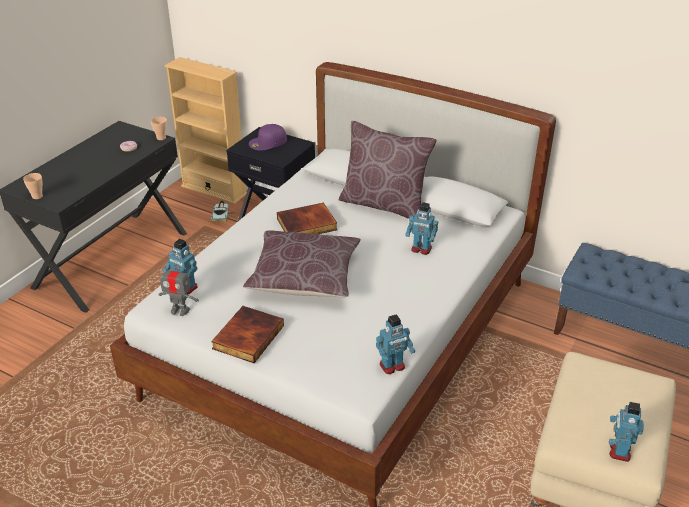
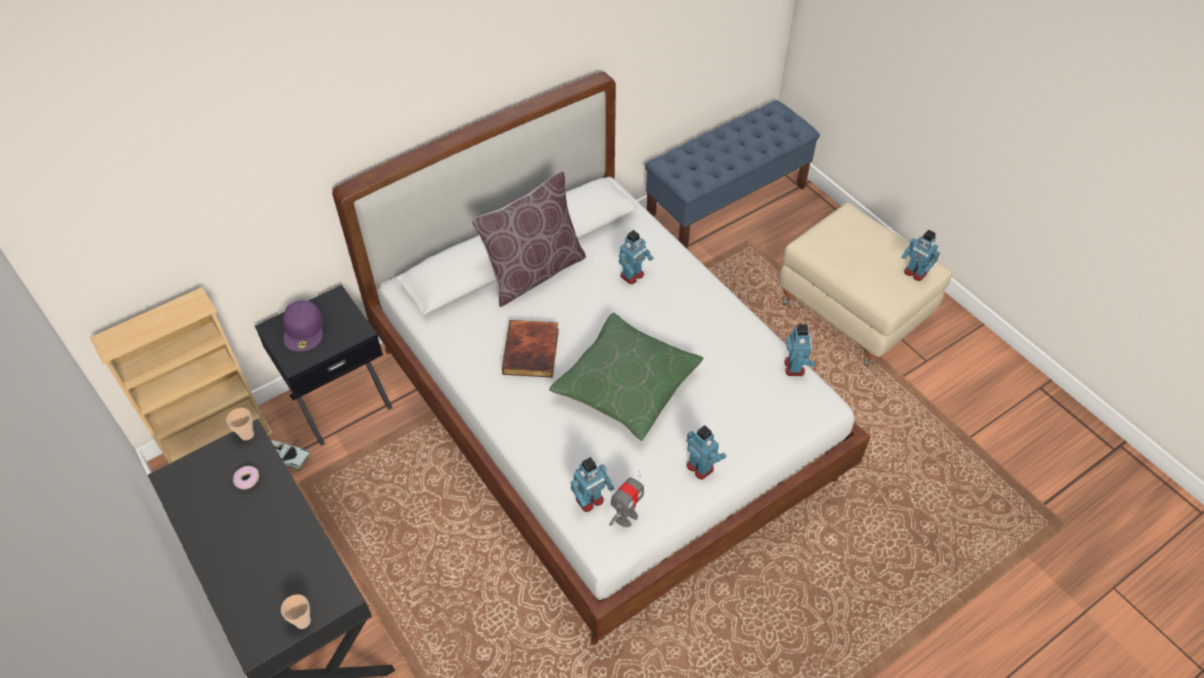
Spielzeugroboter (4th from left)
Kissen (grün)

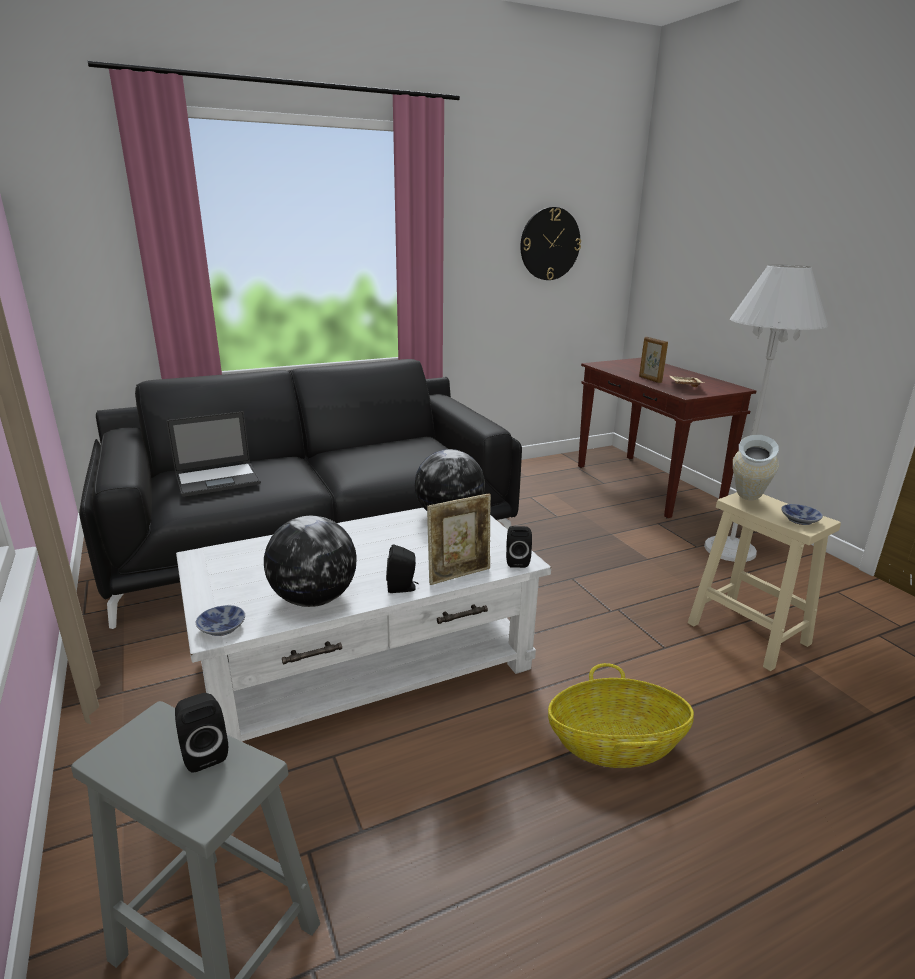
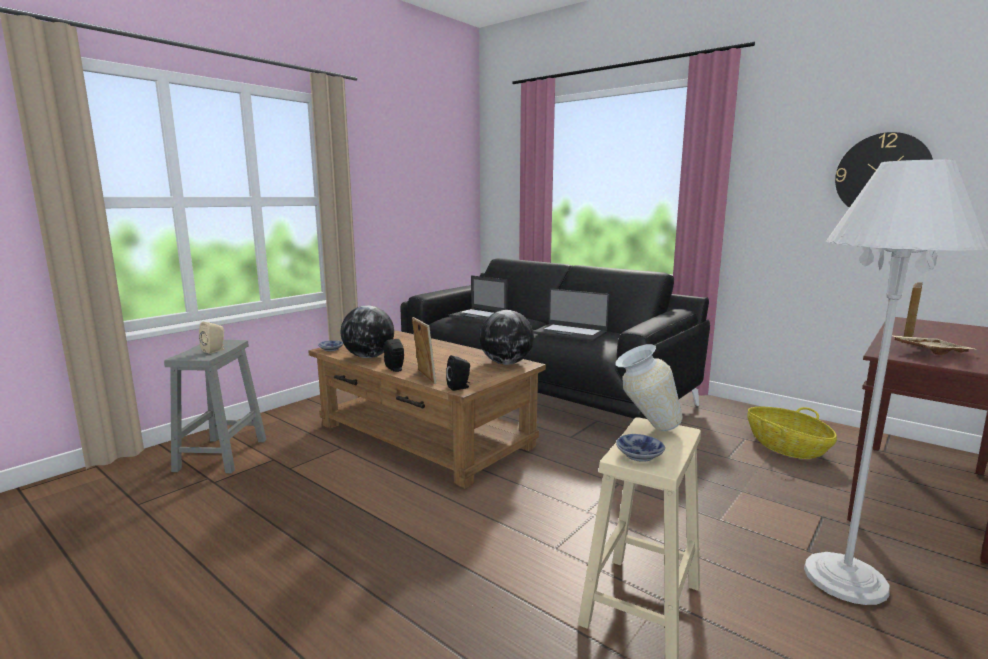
Laptop (2nd from left)
Korb
Lautsprecher (beige)
Couchtisch (braun)
Bilderrahmen (1st from left)

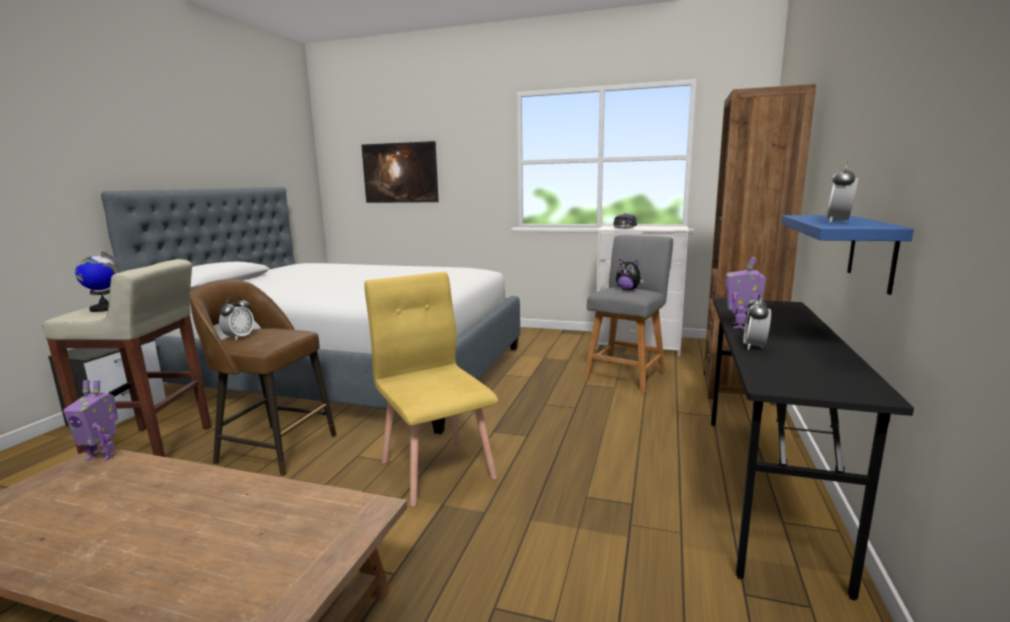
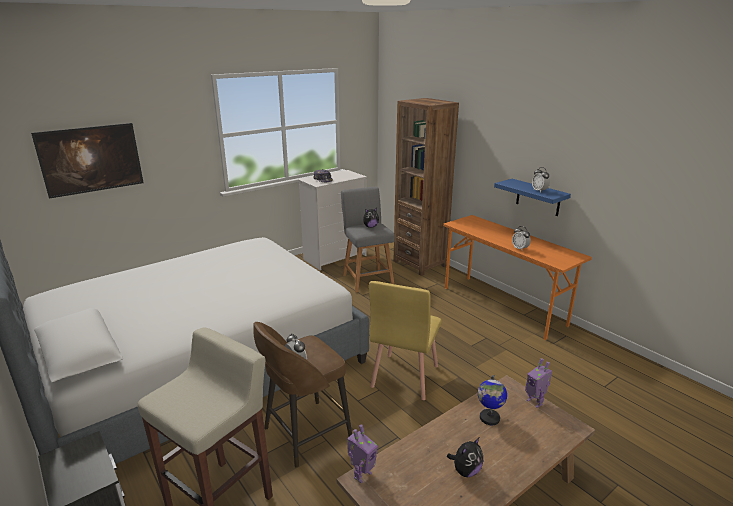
Plüschtier (2nd from left)
Globus
Spielzeugroboter (2nd from left)
Schreibtisch (orange)
Stuhl (gelb)

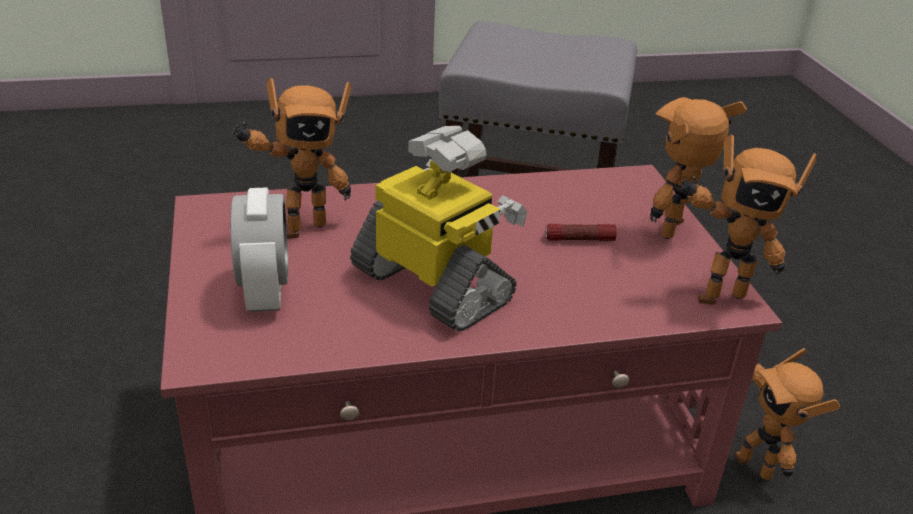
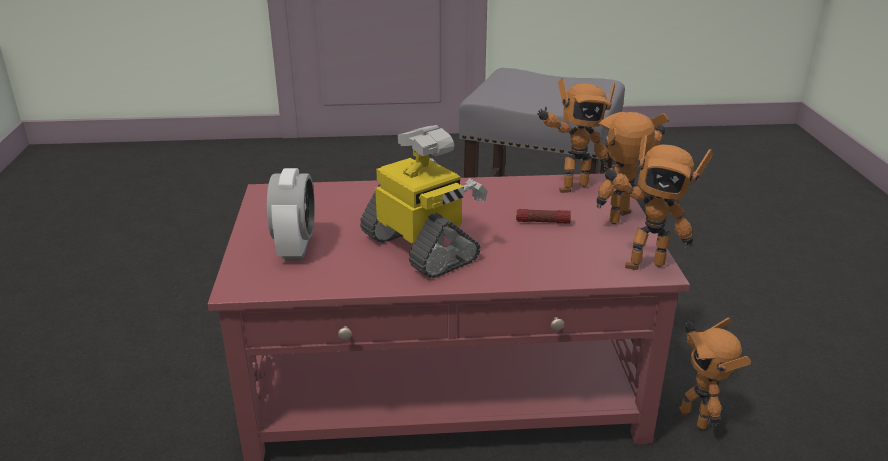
Spielzeugroboter (2nd from left)

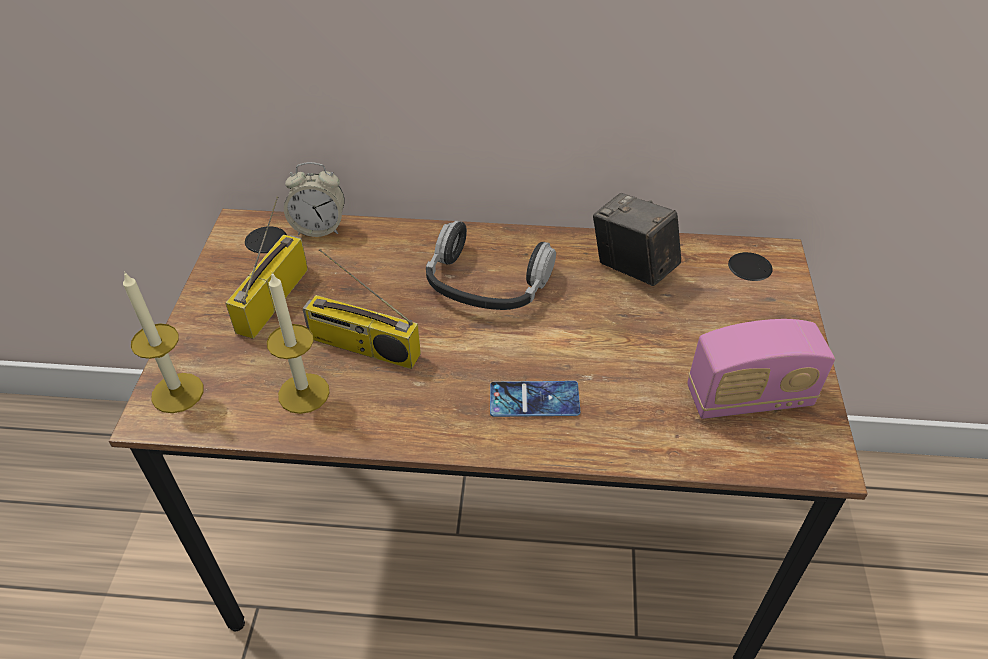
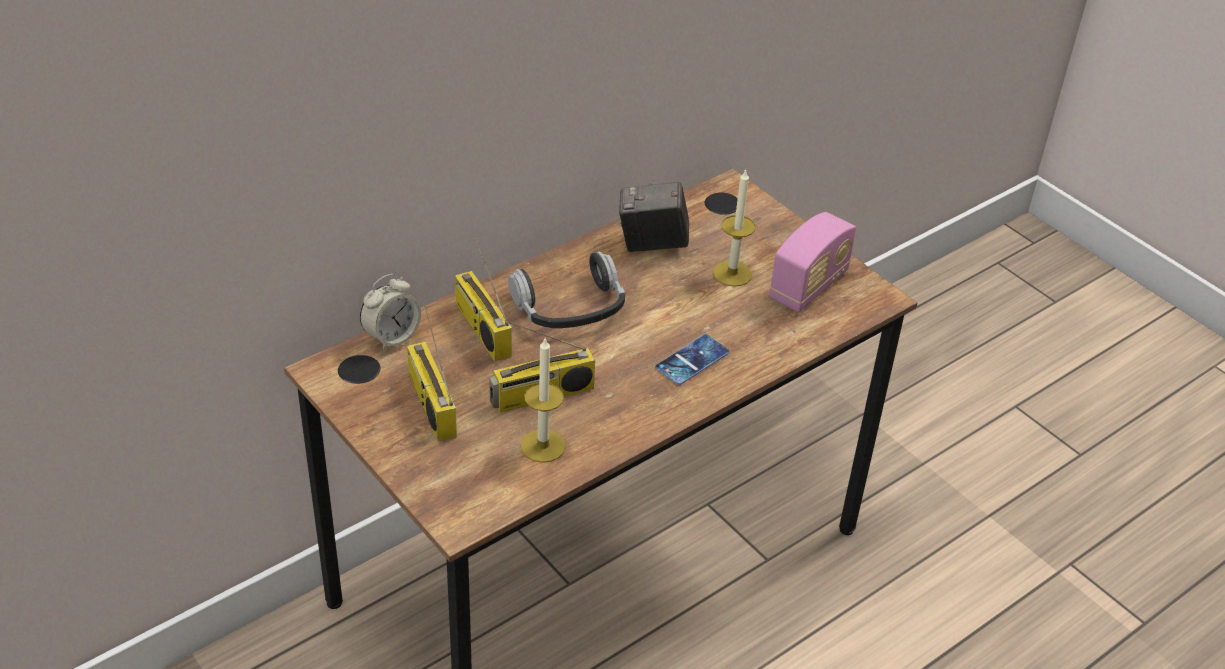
Radio (2nd from left)
Kerze (2nd from left)

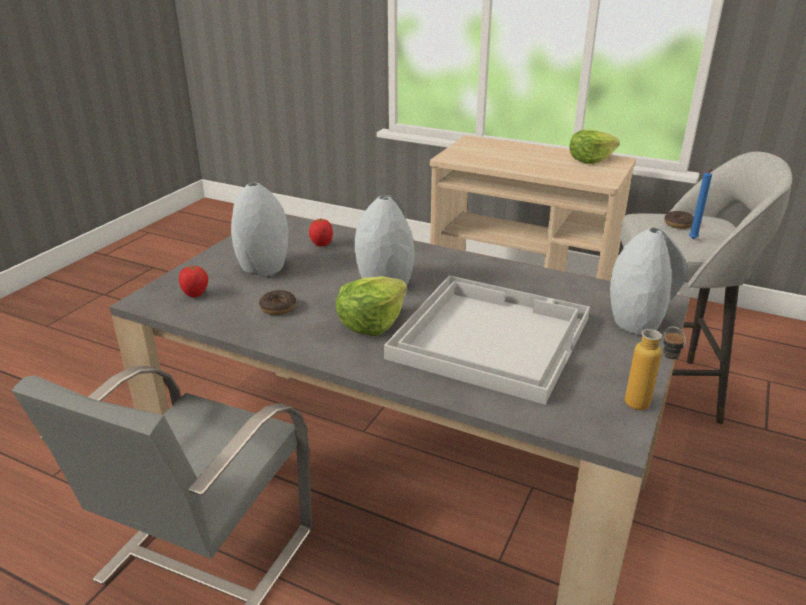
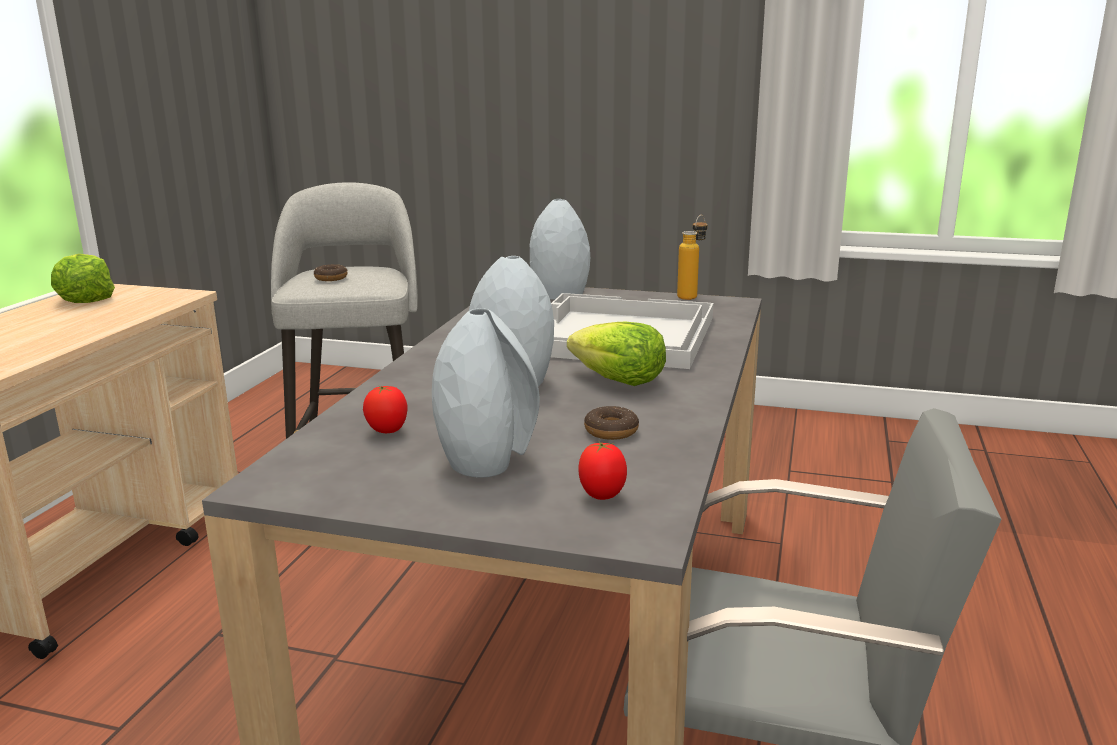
Kerze (blau)

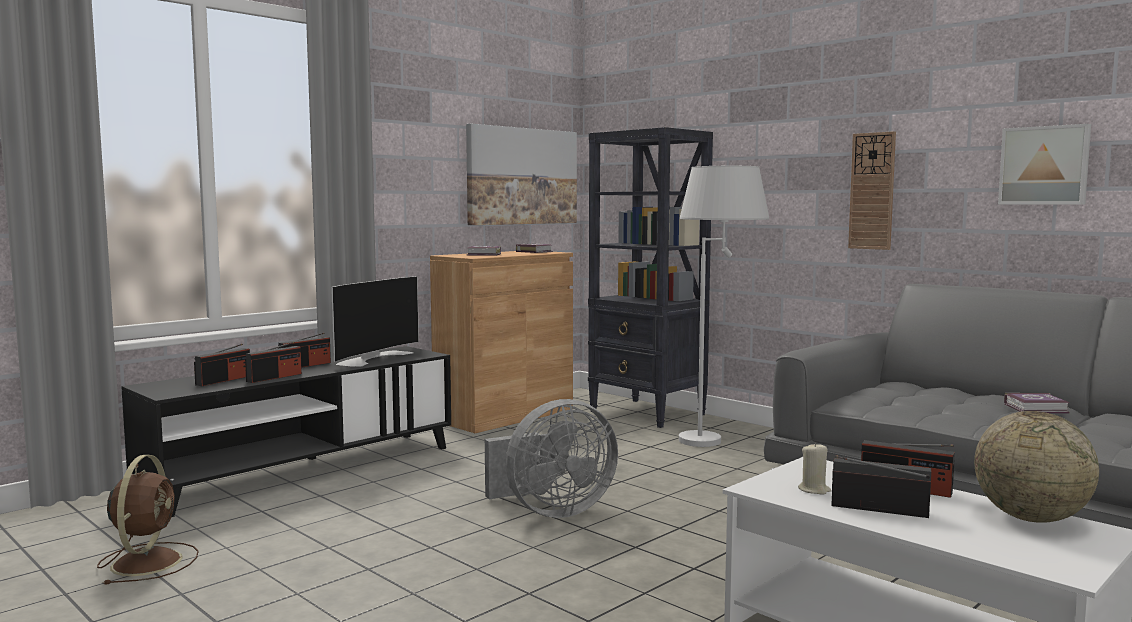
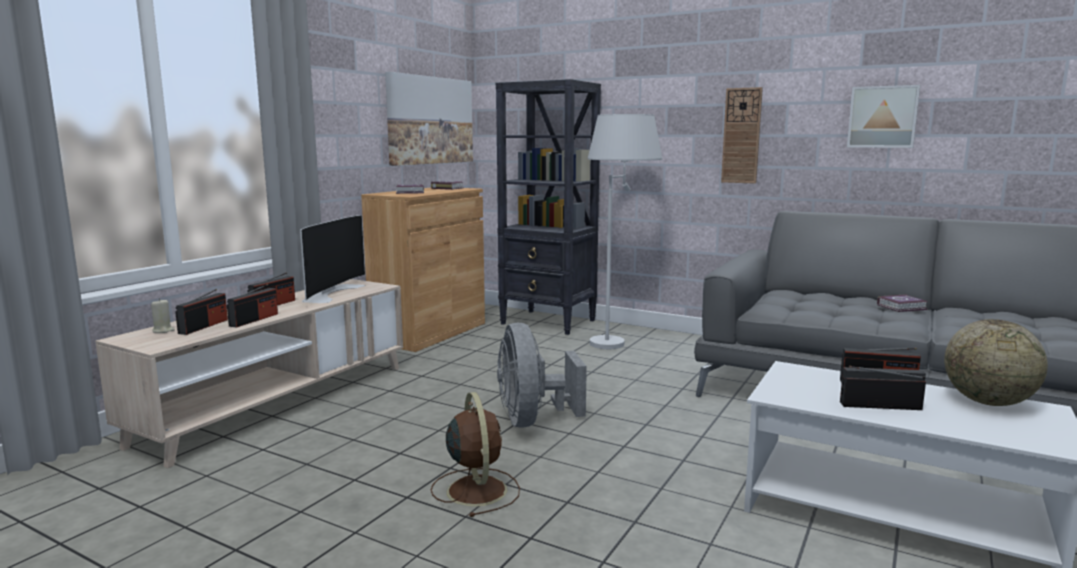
Ventilator (braun)
Kerze (beige)
Fernsehschrank (beige)
Ventilator (grau)

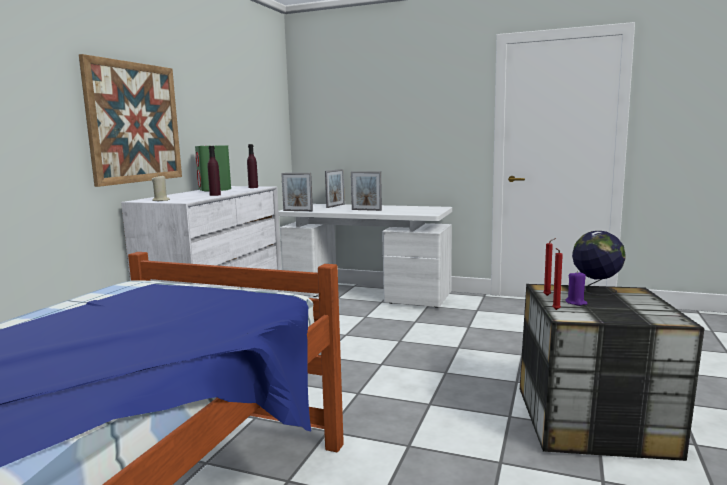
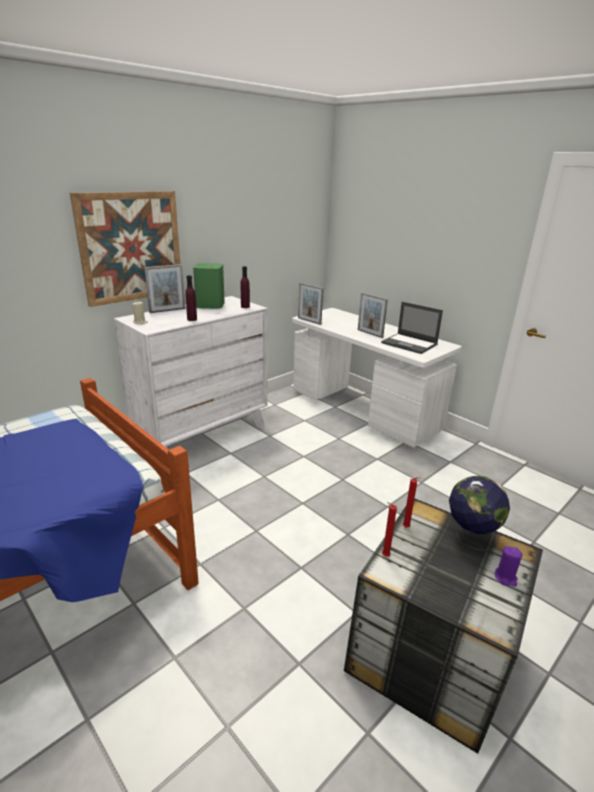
Laptop
Bilderrahmen (1st from left)
Kerze (lila)

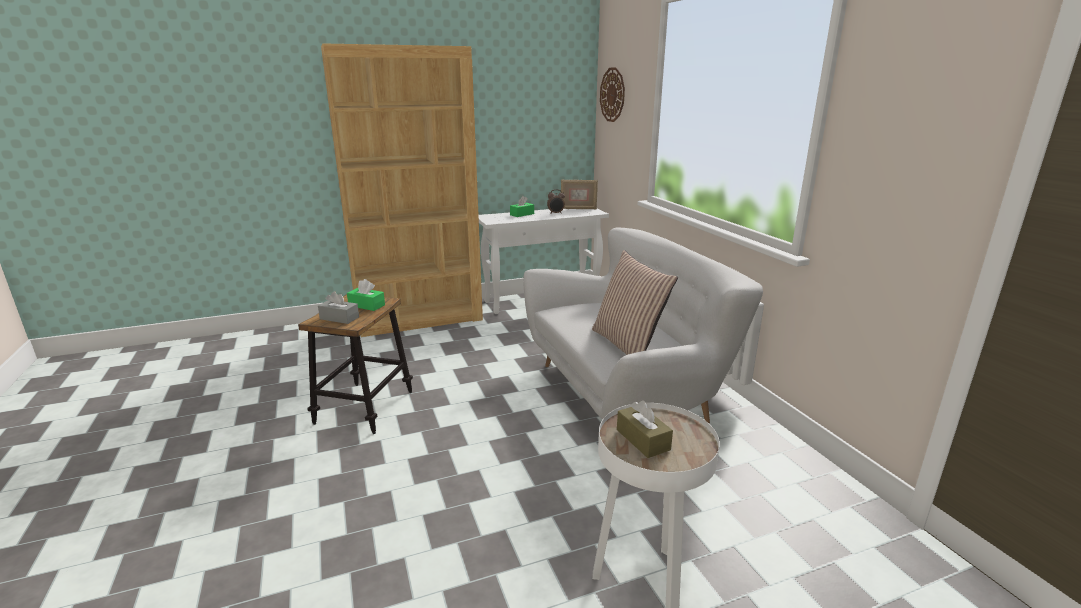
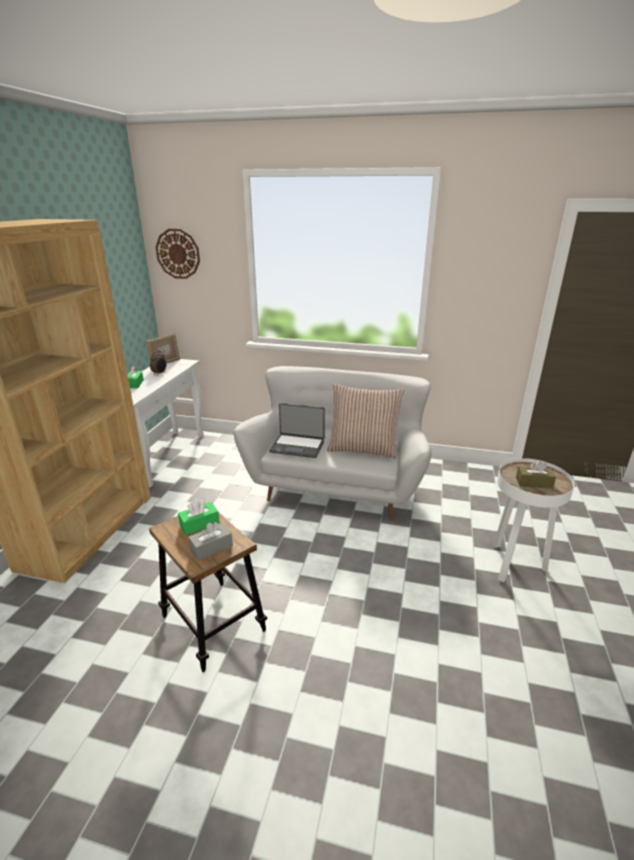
Laptop

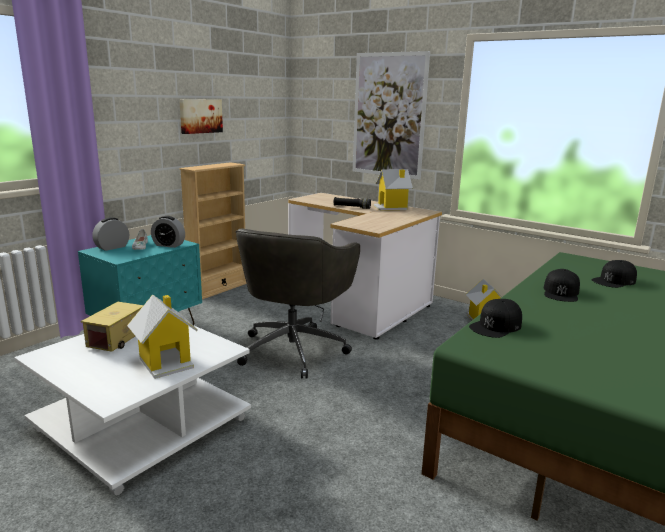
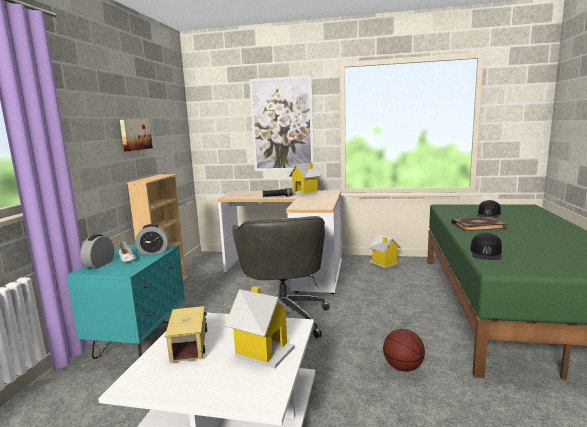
Basketball
Buch

